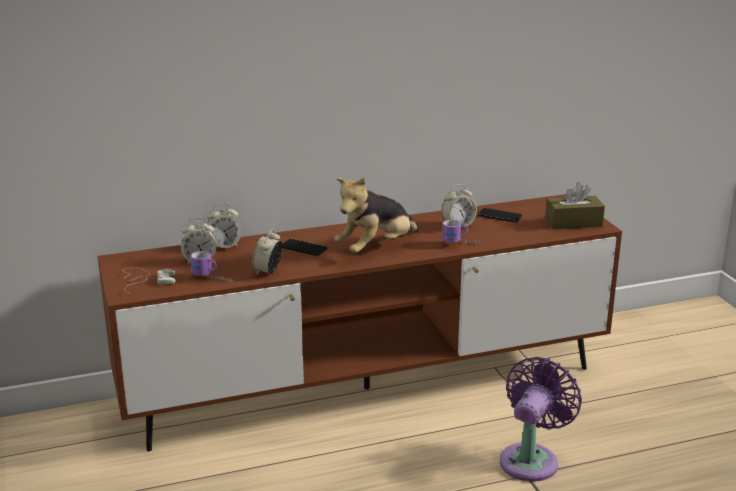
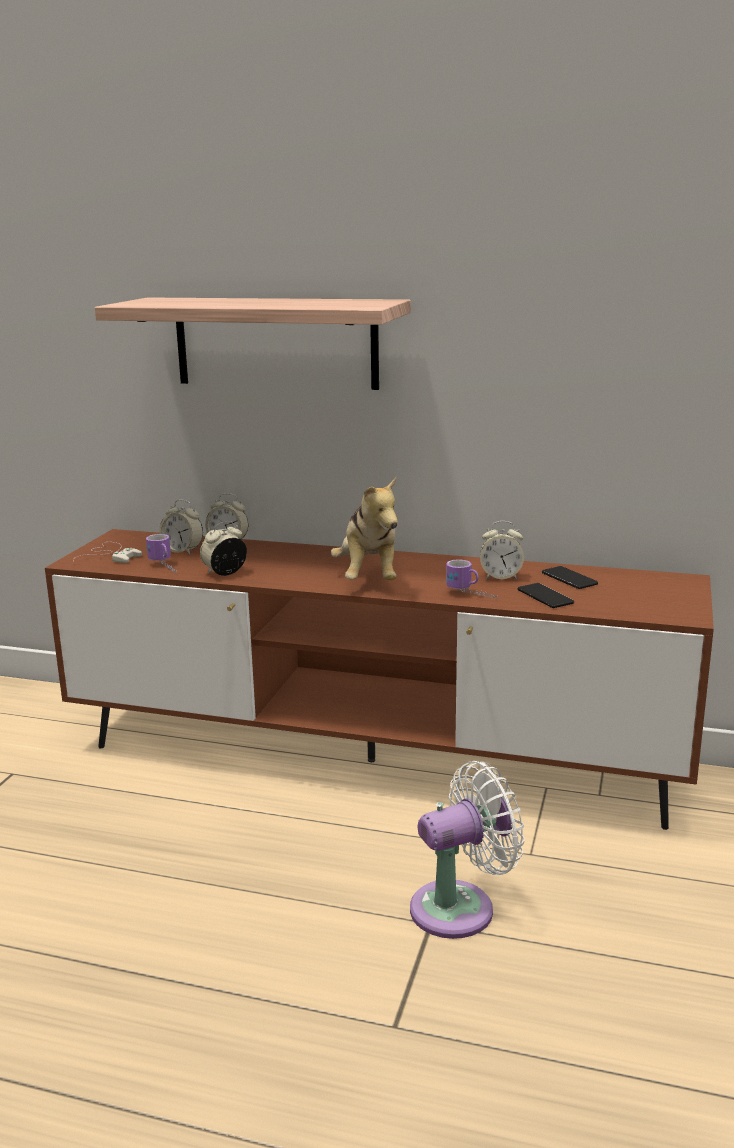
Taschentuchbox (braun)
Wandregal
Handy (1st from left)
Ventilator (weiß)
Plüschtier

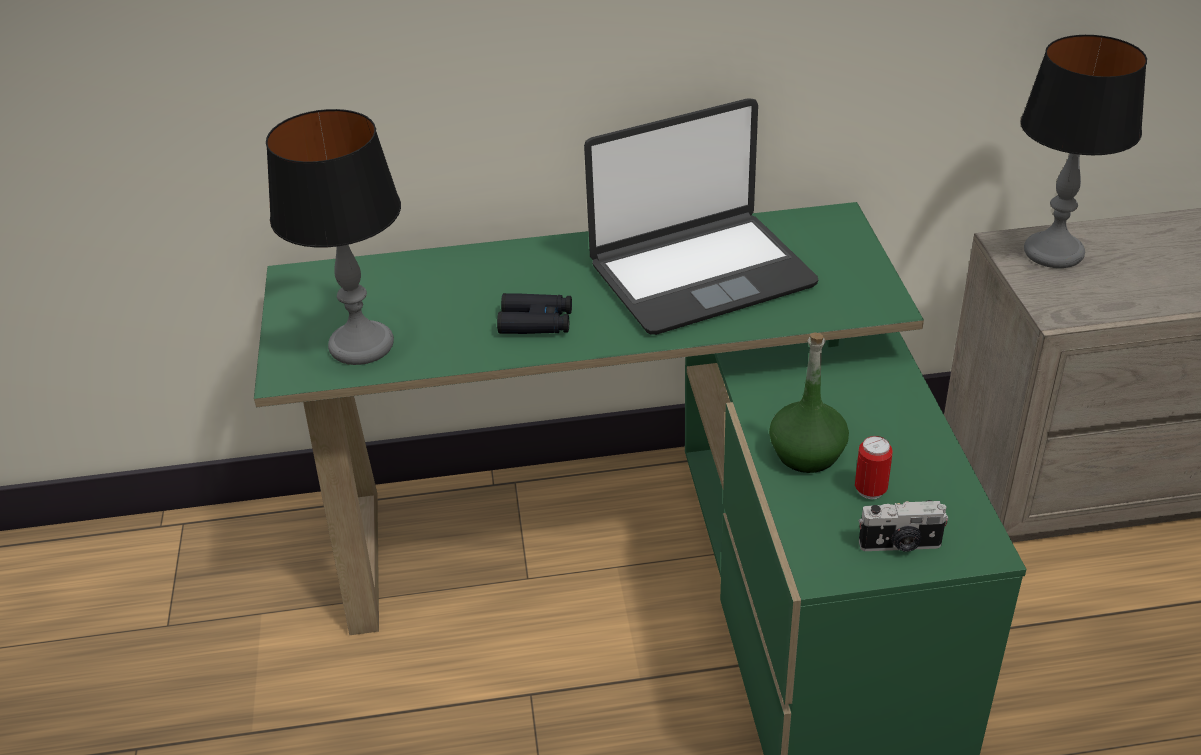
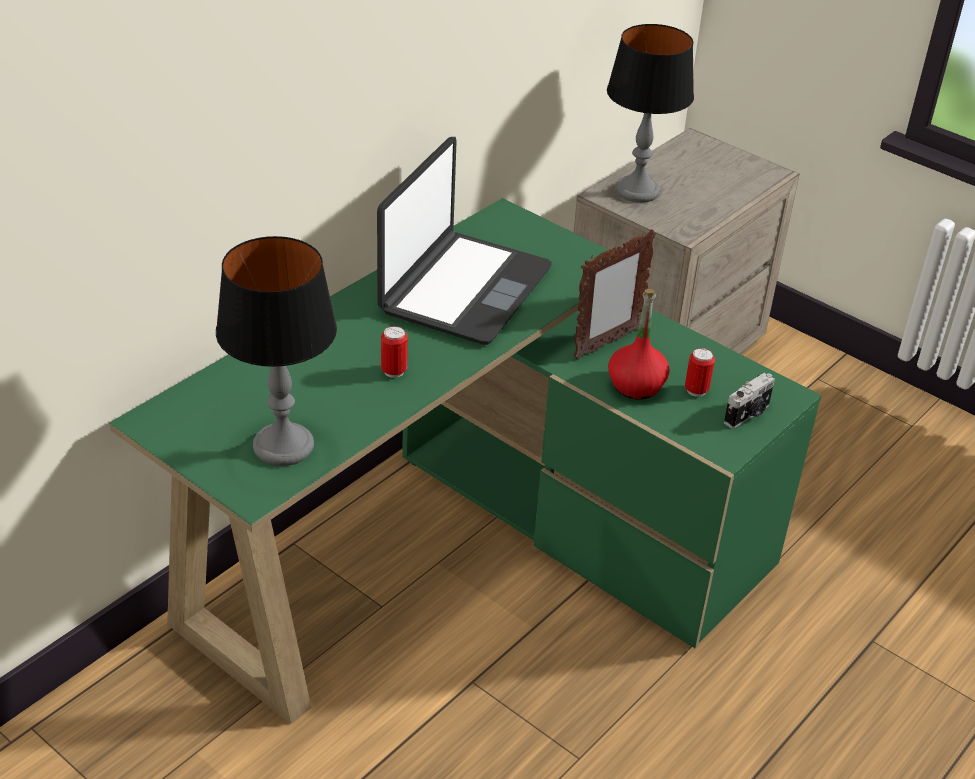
Bilderrahmen
Dose (1st from left)
Flasche (rot)

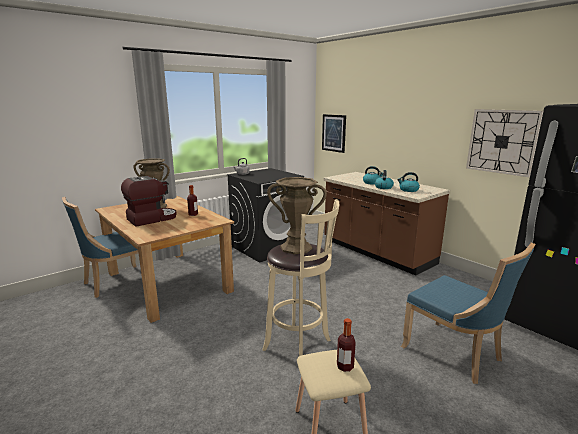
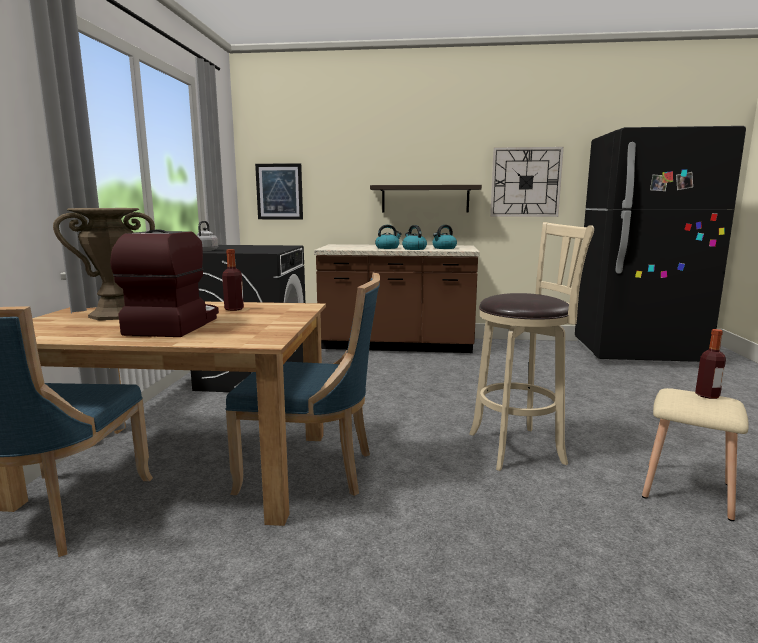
Vase (braun) (2nd from left in the first image)
Wandregal
Stuhl (blau) (2nd from left)

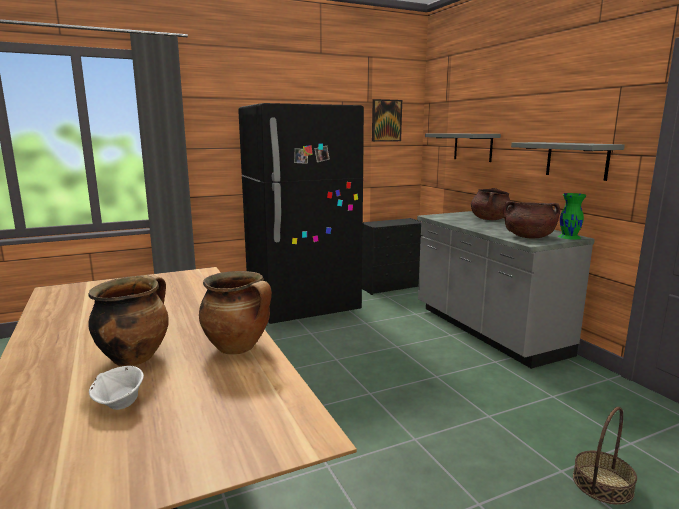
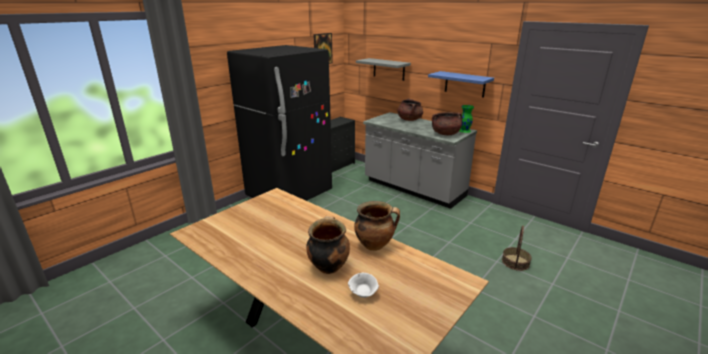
Wandregal (blau)

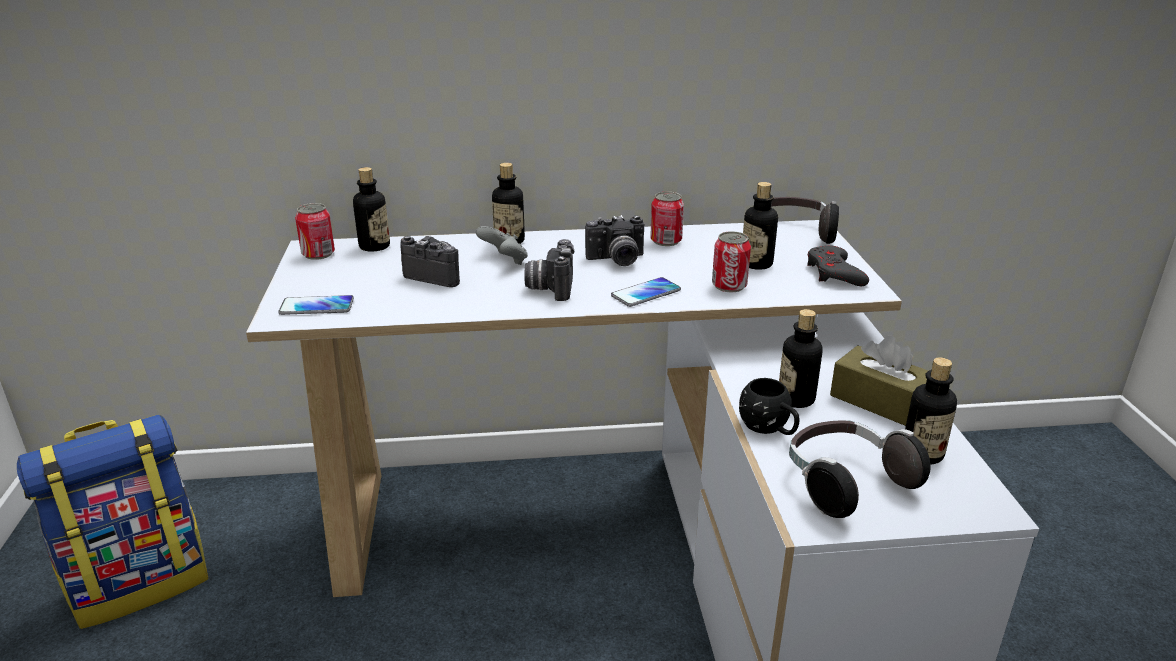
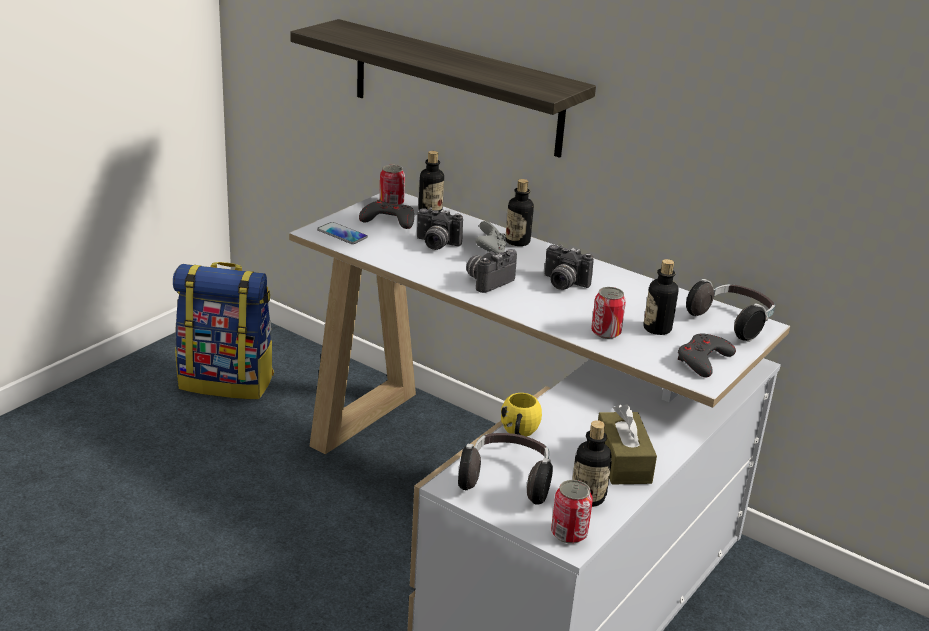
Handy (2nd from left in the first image)
Flasche (4th from left in the first image)
Wandregal
Gamepad (grau) (1st from left)
Dose (2nd from left)
Henkelbecher (gelb)
Kamera (1st from left)

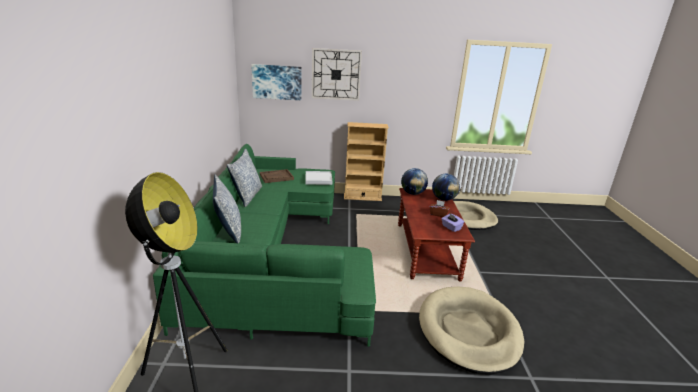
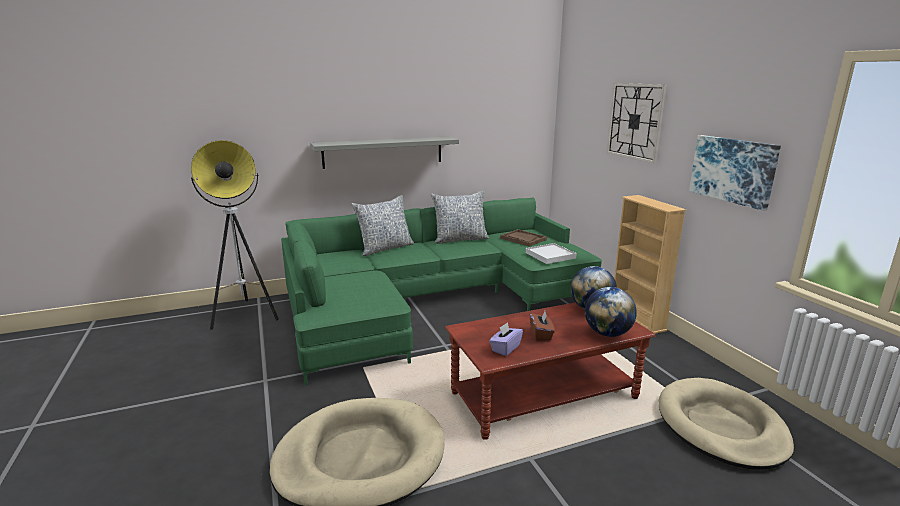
Wandregal (grau)
Bild

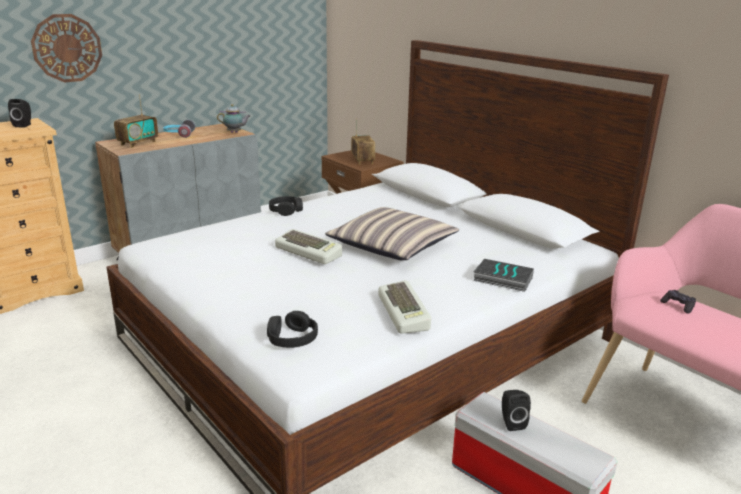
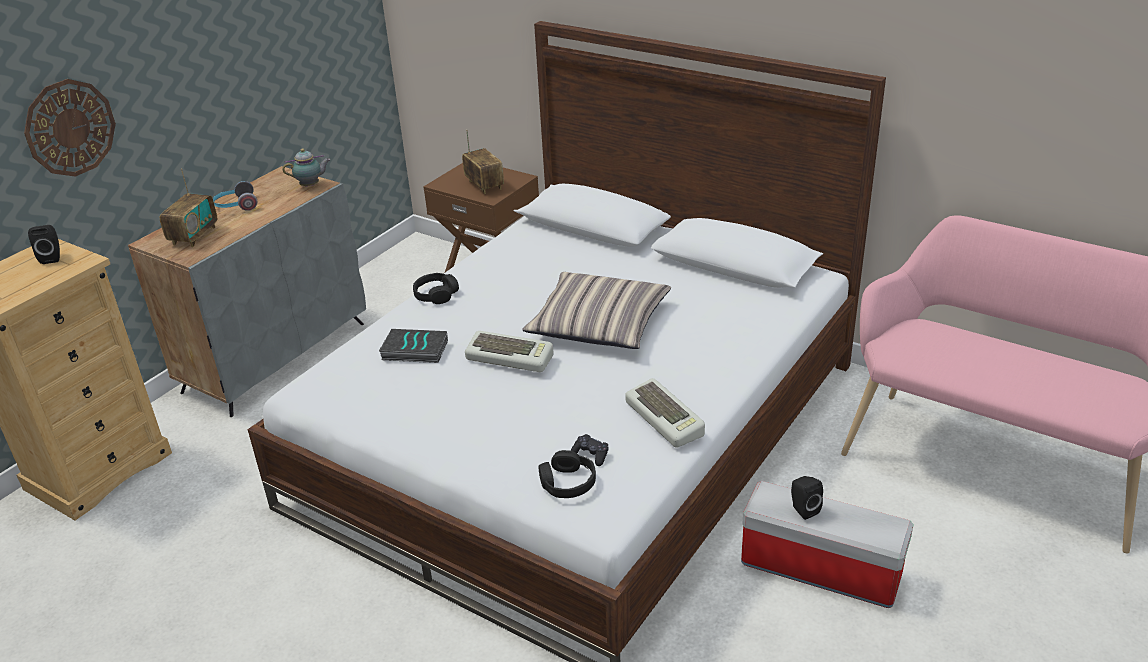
Buch
Gamepad (schwarz)

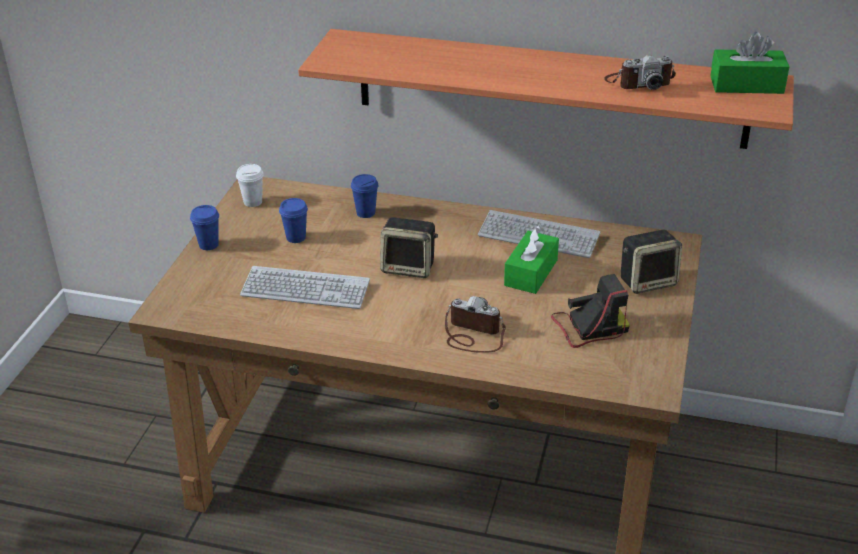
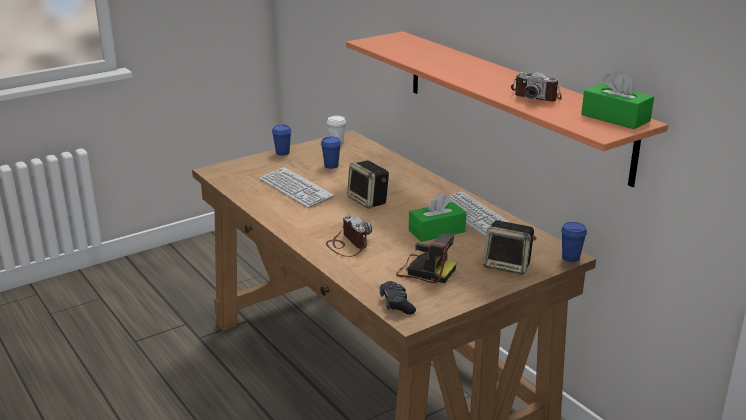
Gamepad (schwarz)
Tasse (blau) (3rd from left)

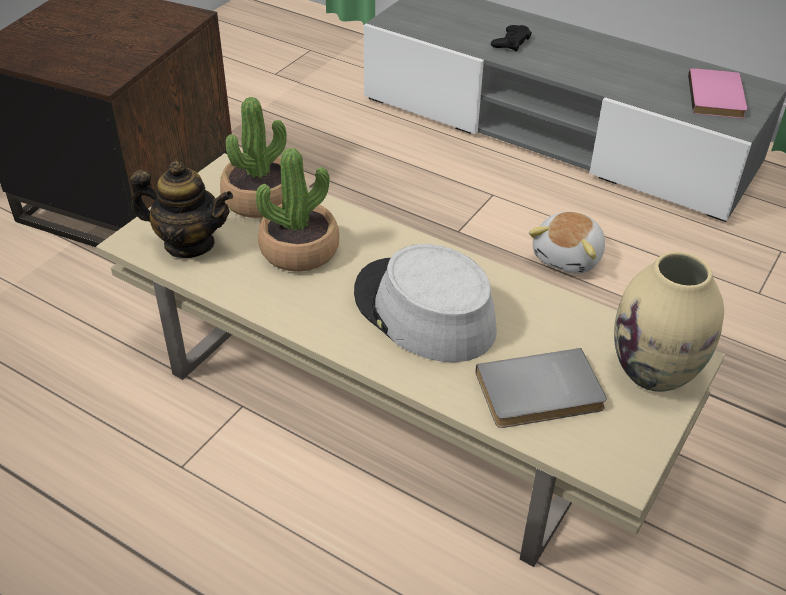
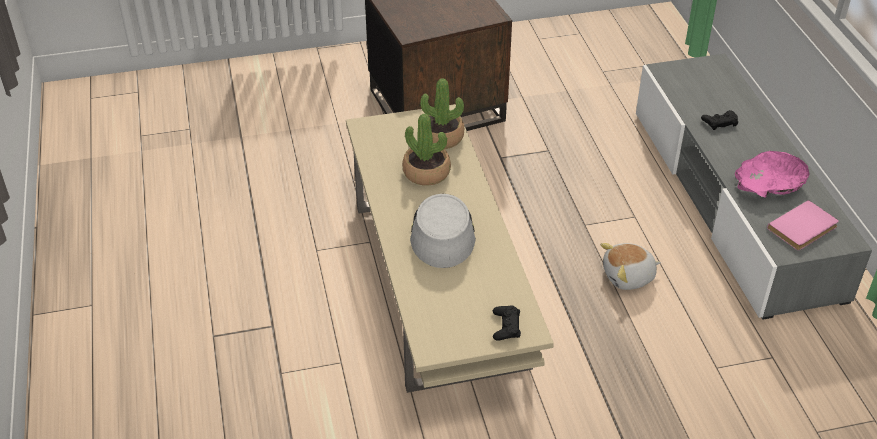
Teekanne
Buch (grau)
Schüssel (rosa)
Gamepad (schwarz) (1st from left)

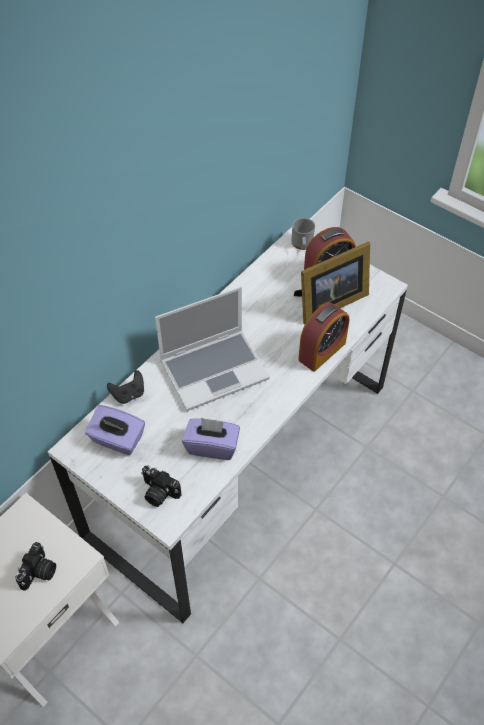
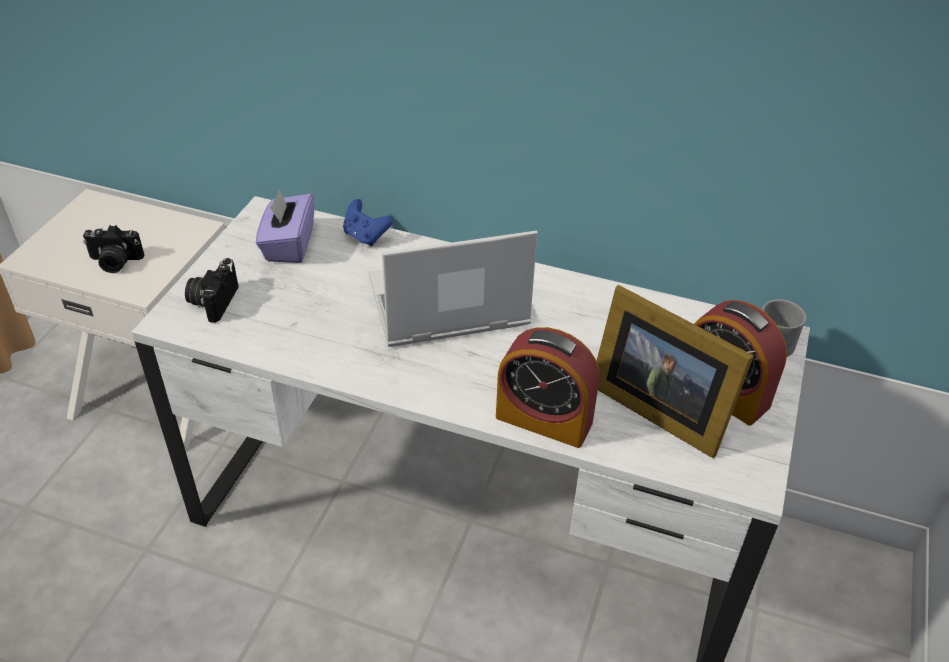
Taschentuchbox (lila) (2nd from left in the first image)
Gamepad (blau)
Laptop

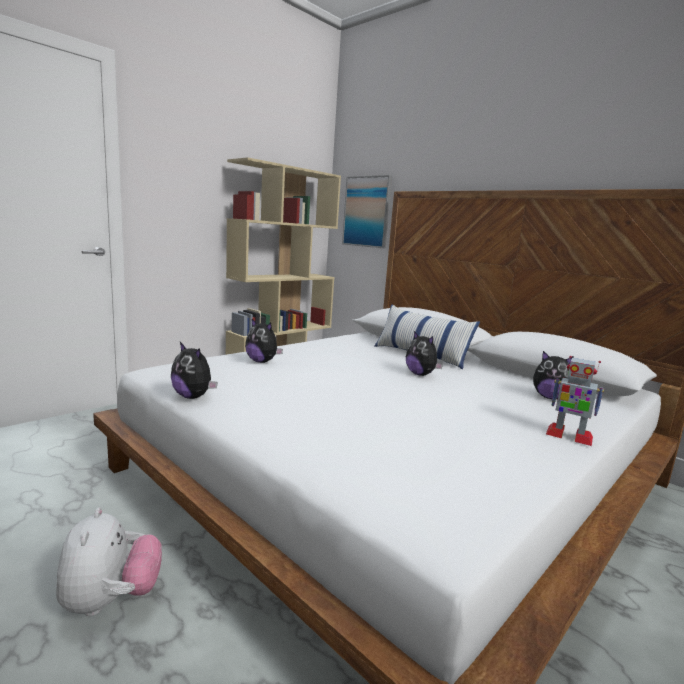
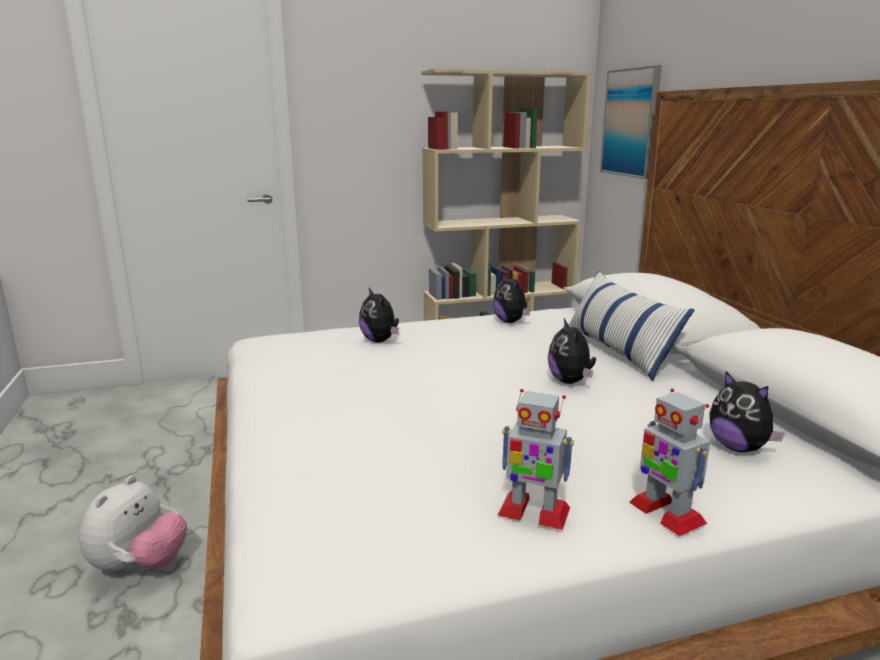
Spielzeugroboter (1st from left)
Plüschtier (3rd from left)

